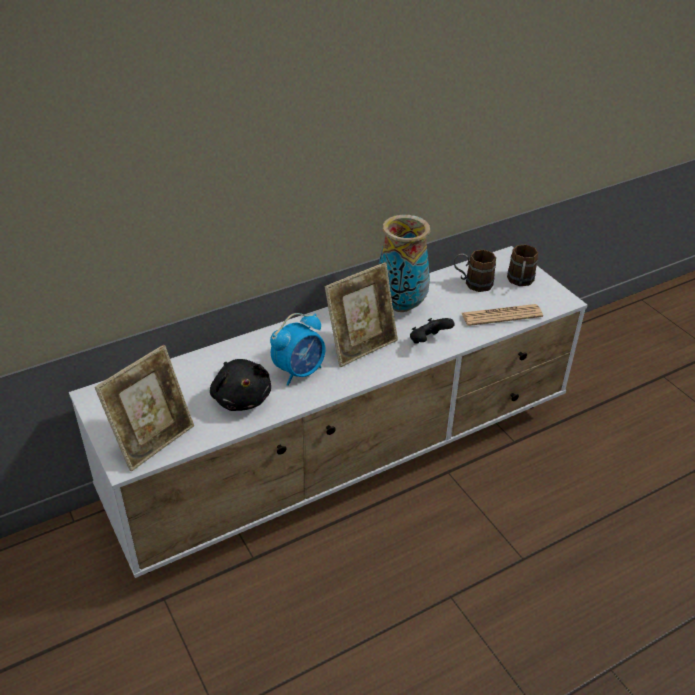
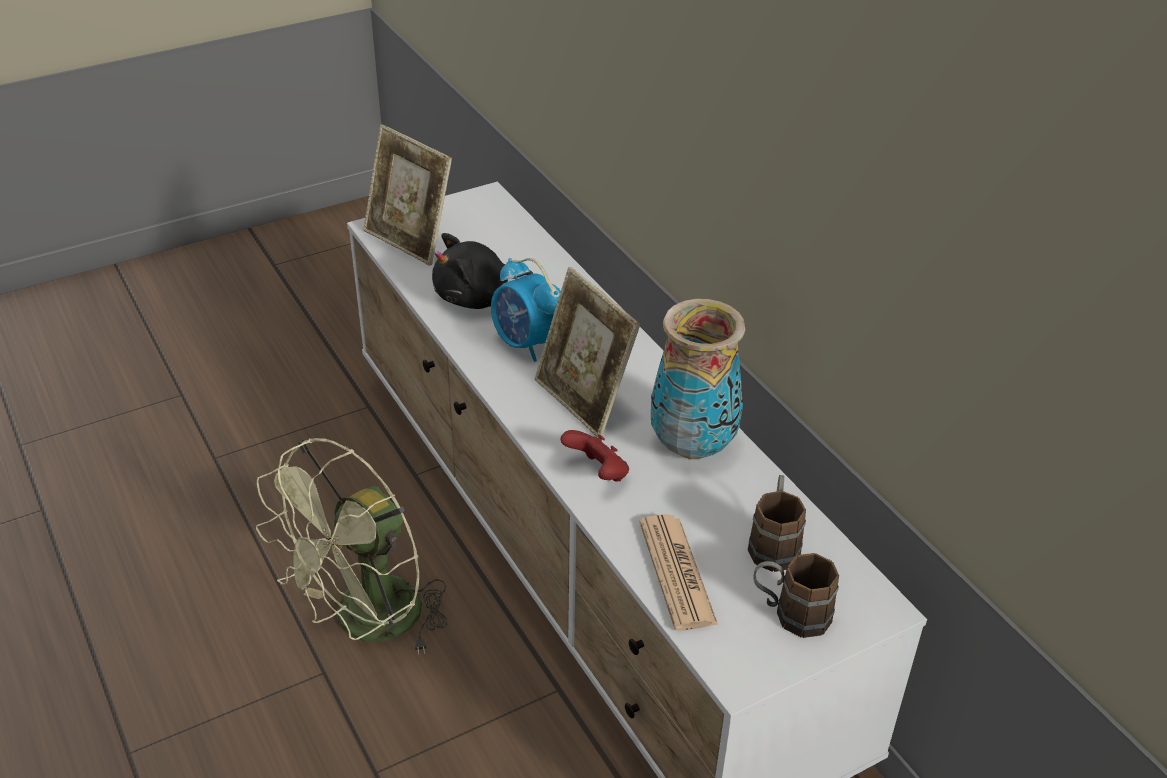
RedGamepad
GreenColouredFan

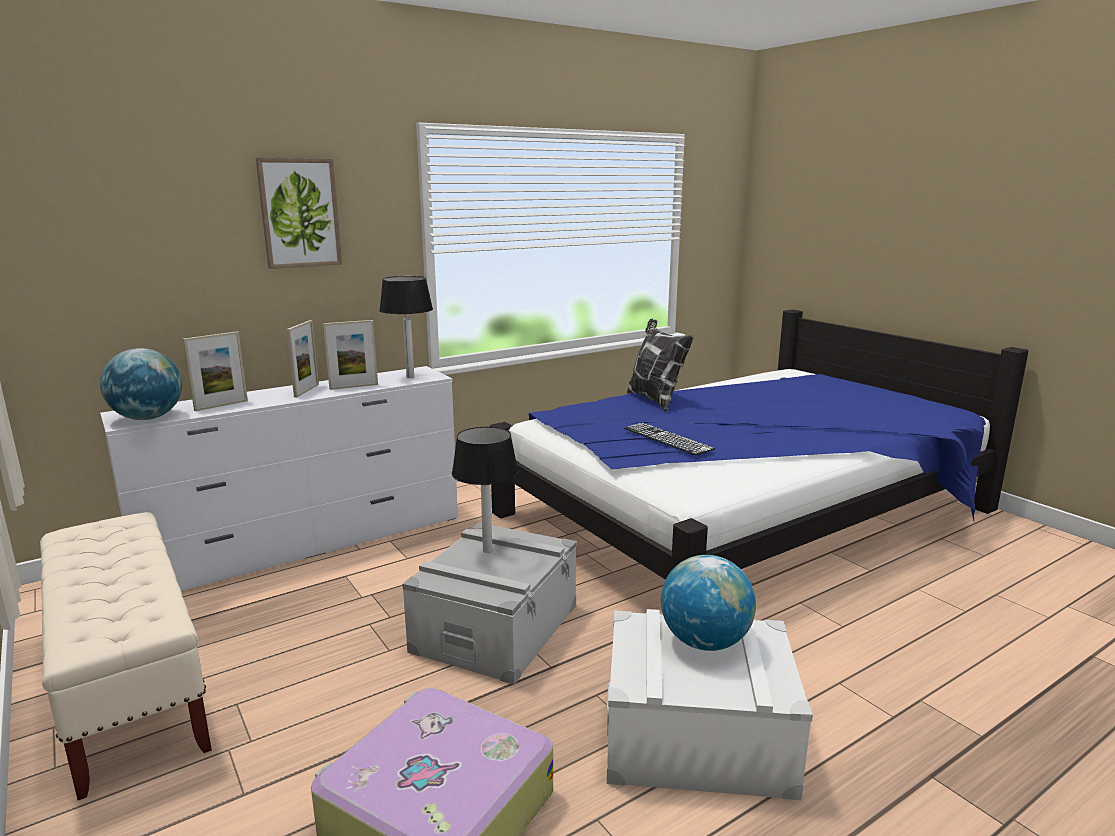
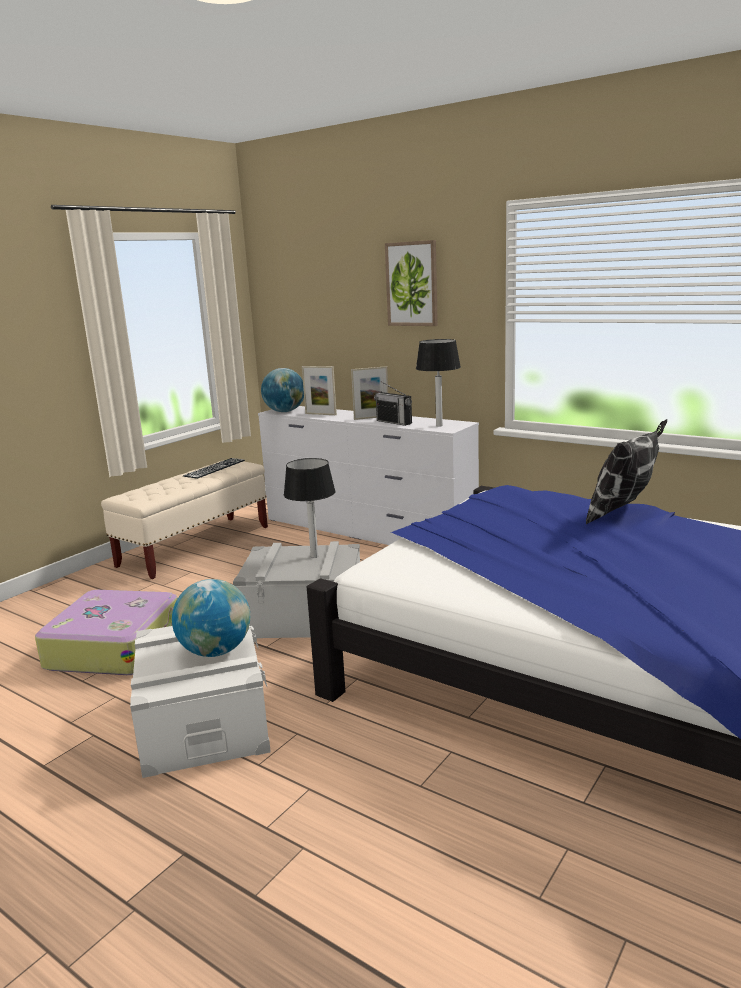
RadioSet
Keyboard

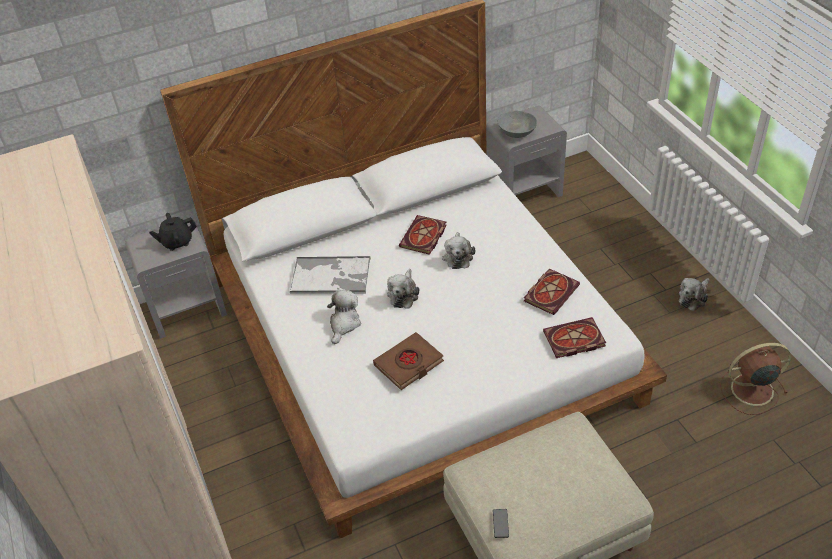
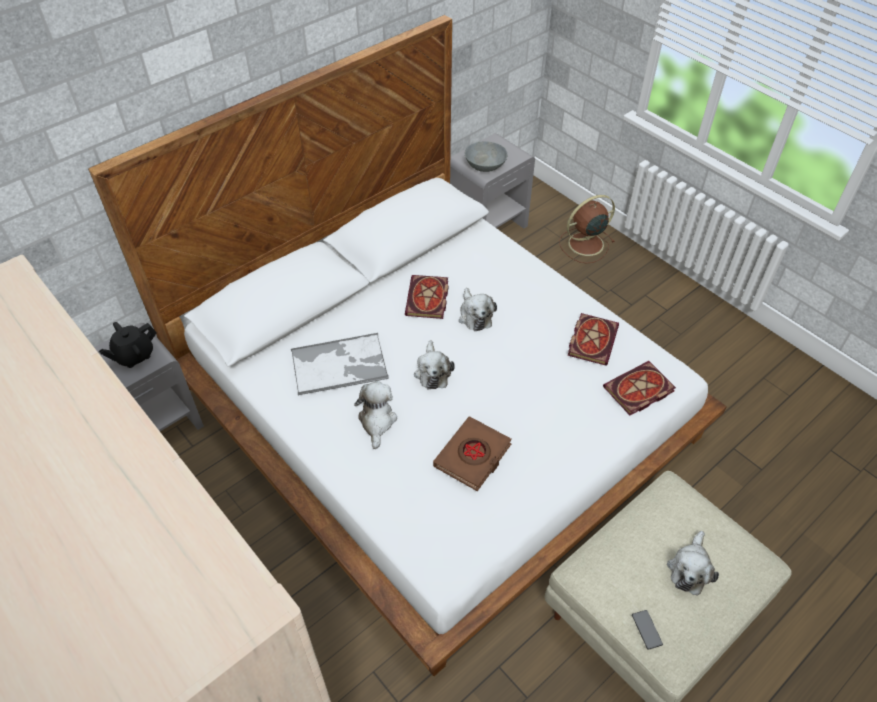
CuddlyToy (no. 4 from left)
BrownFan

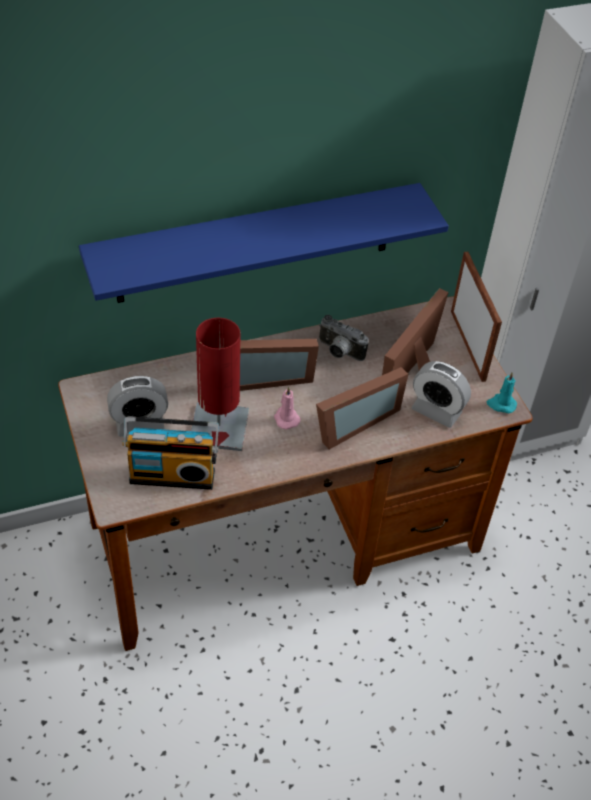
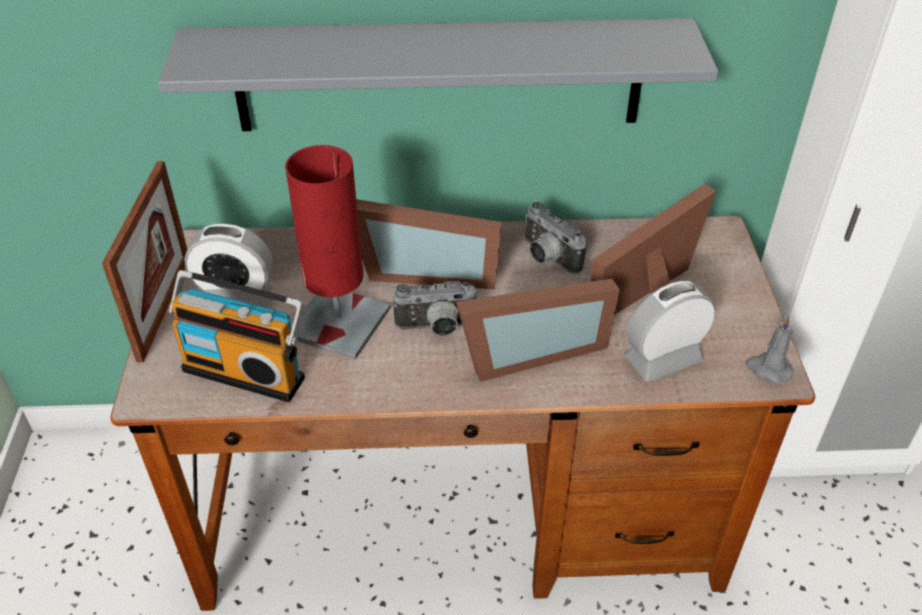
GrayShelf
StillCamera (no. 1 from left)
TableClock (no. 2 from left)
PhotoFrame (no. 1 from left)
GrayCandle

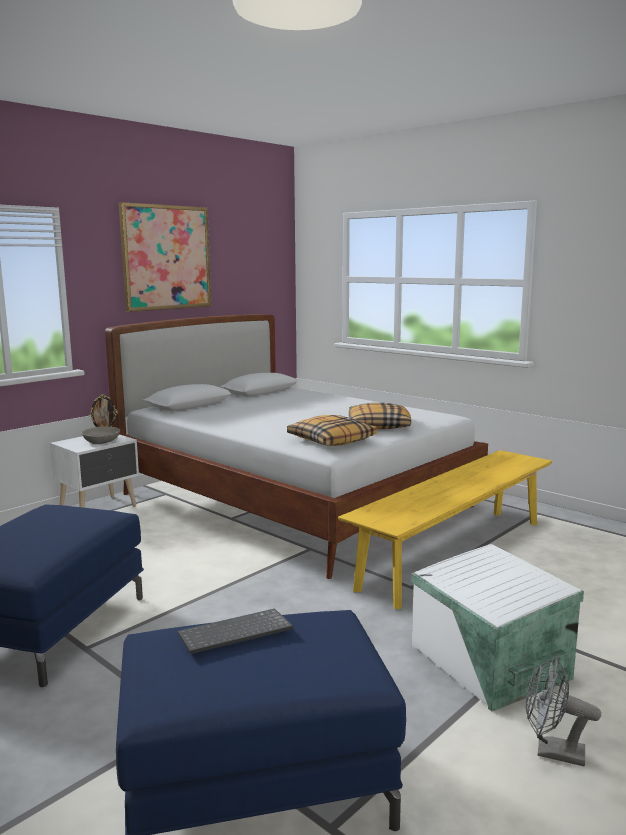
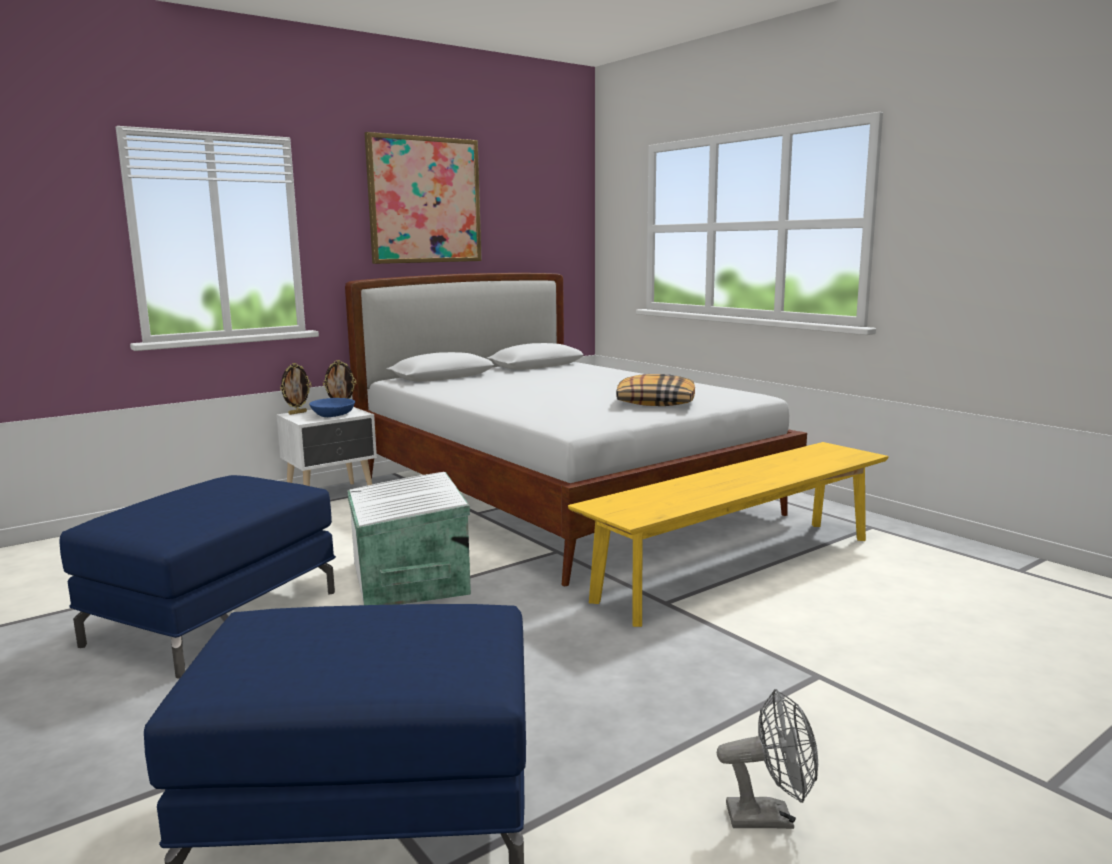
BluishDeepDish
Keyboard
ThrowPillow (no. 1 from left in the first image)
WhiteColouredStorageBox
GrayFan
PhotoFrame (no. 1 from left)

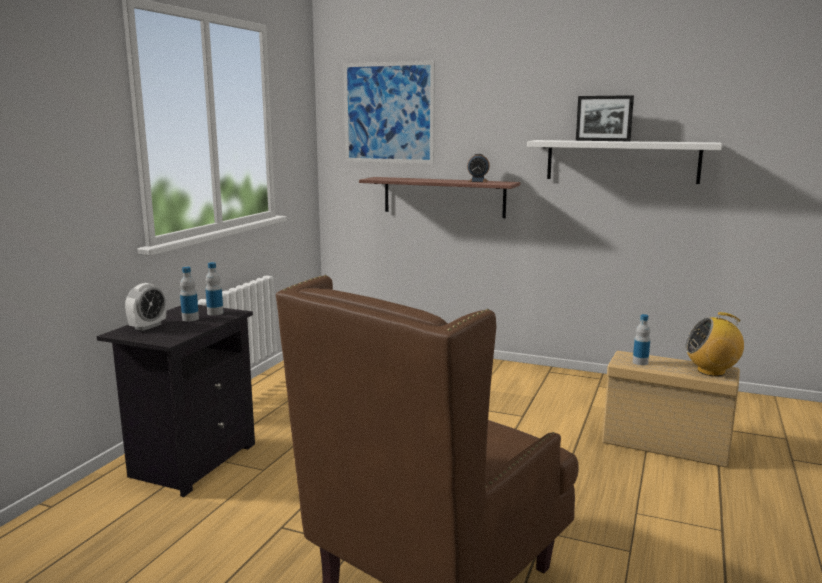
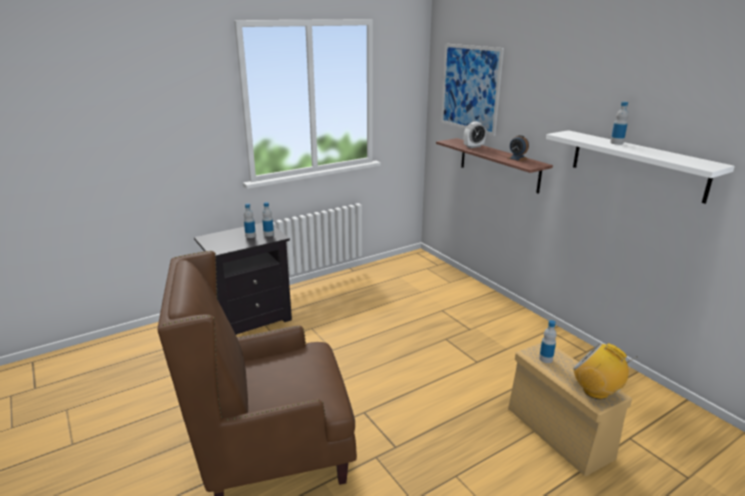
TableClock (no. 1 from left)
BeverageBottle (no. 4 from left)

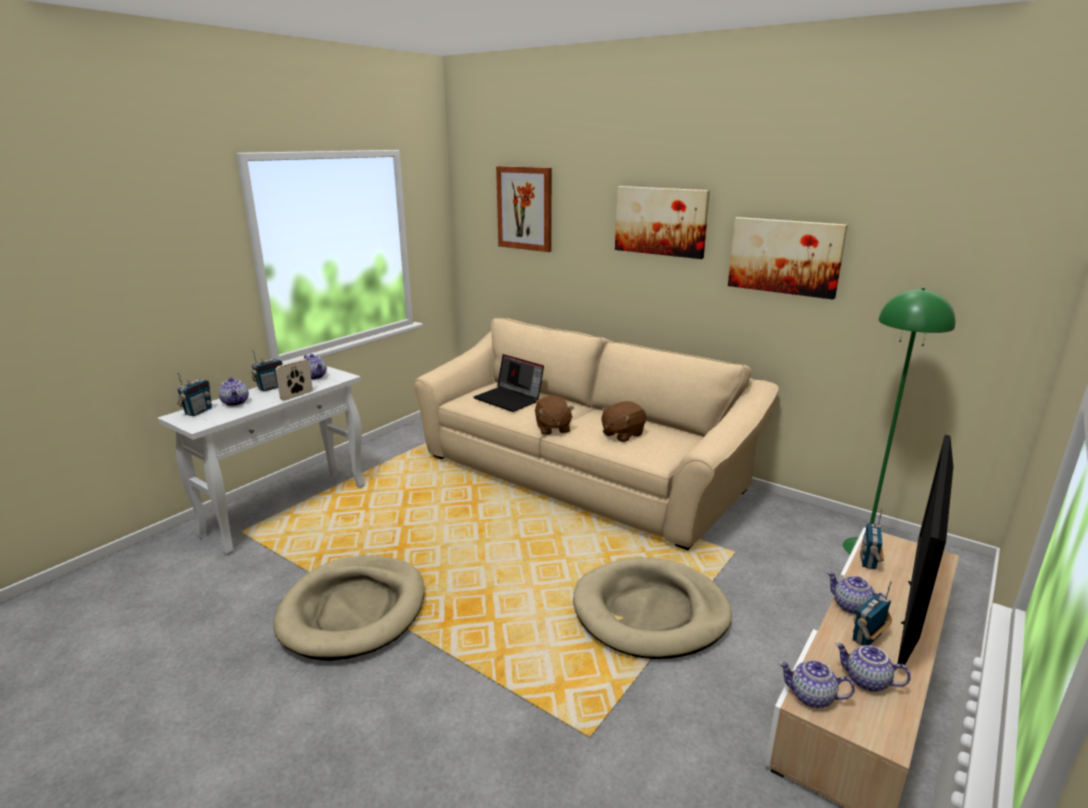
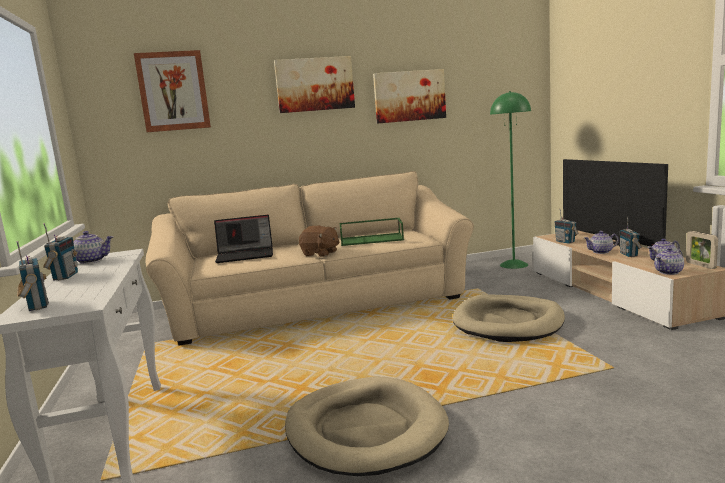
PotForTea (no. 1 from left in the first image)
PhotoFrame
GreenColouredServingTray

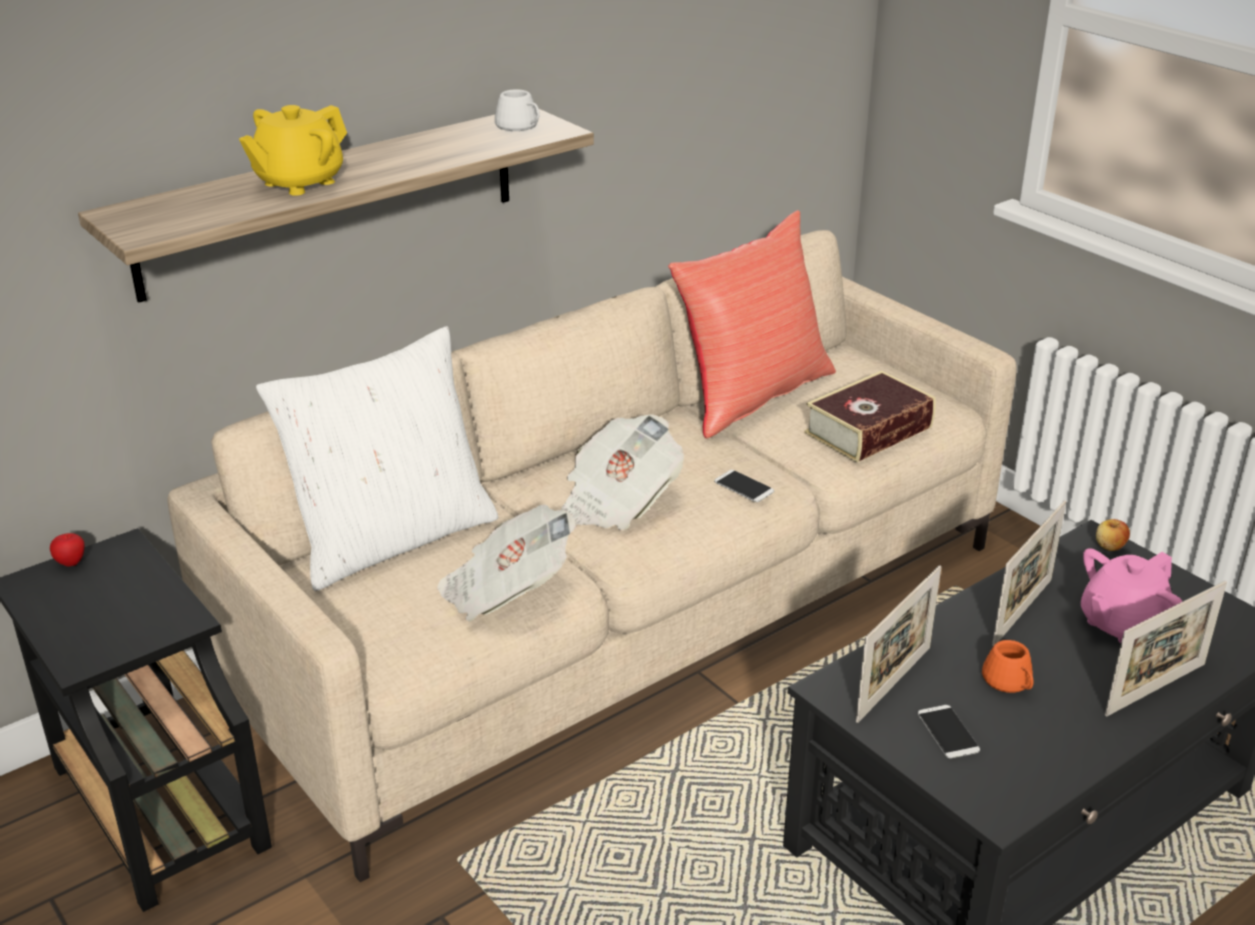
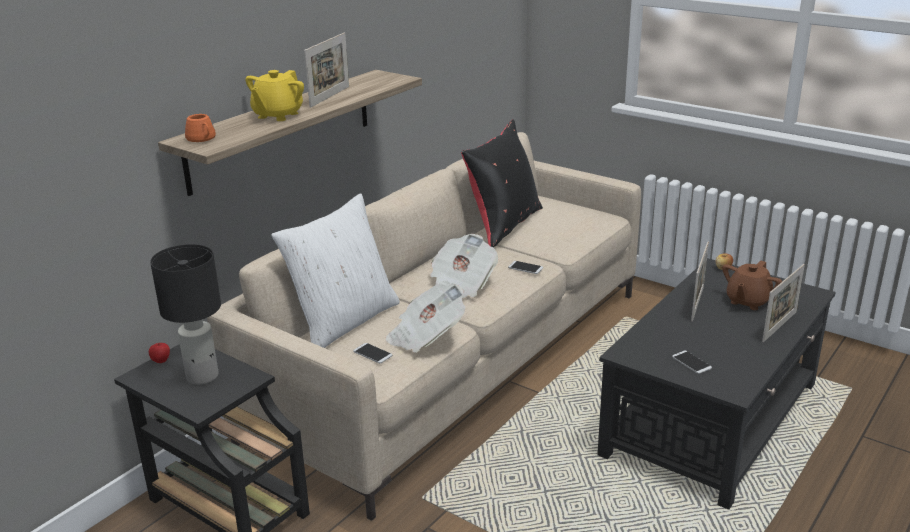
WhiteColouredCoffeeMug
BlackColouredThrowPillow
BoundBook
PhotoFrame (no. 1 from left)
OrangeCoffeeMug
BrownPotForTea
BlackColouredTabletopLamp
Handset (no. 1 from left)

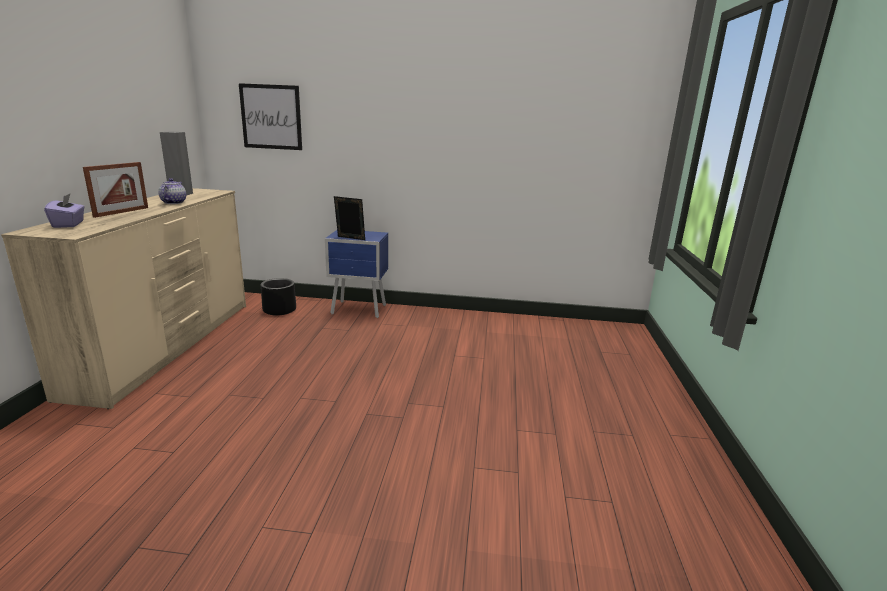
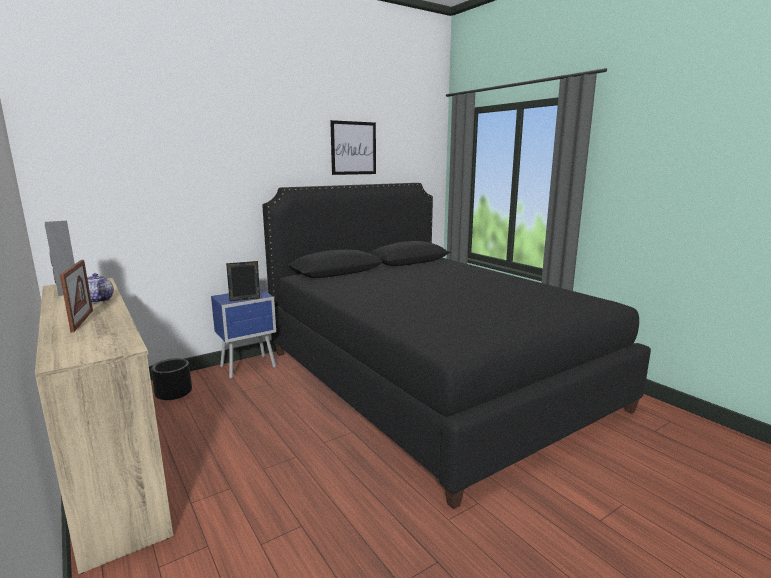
PurpleColouredTissueHolder
WallPicture
BlackColouredBed

